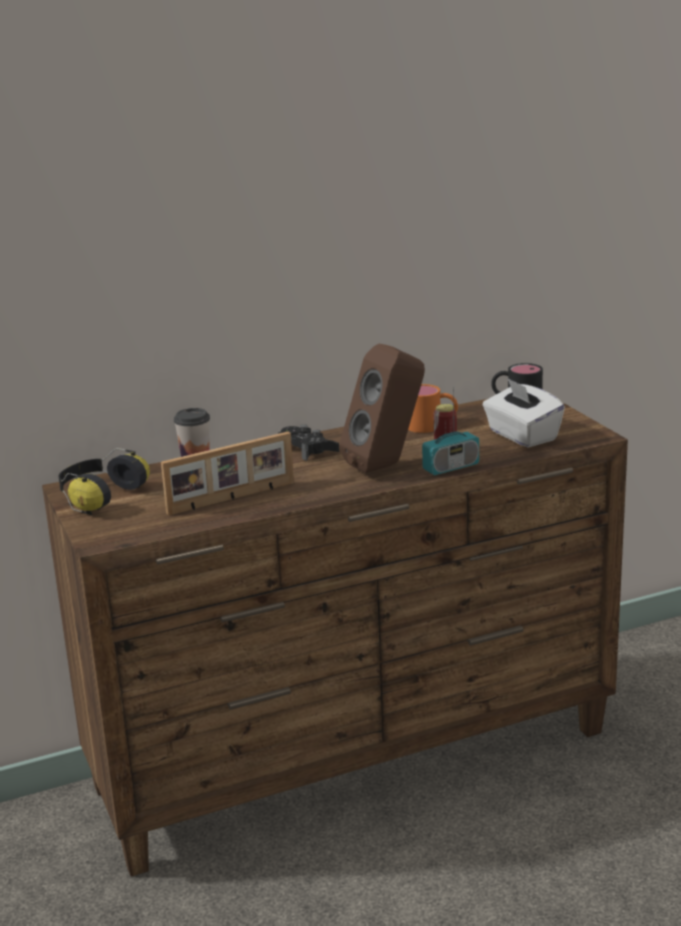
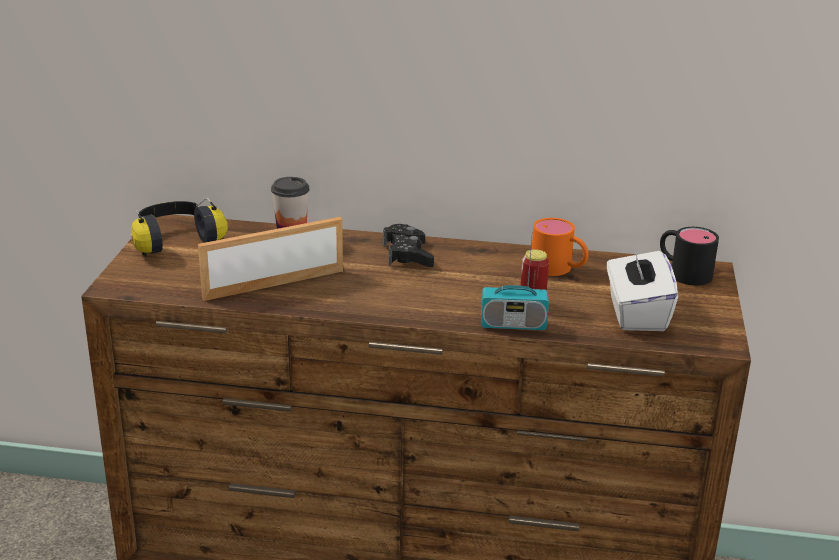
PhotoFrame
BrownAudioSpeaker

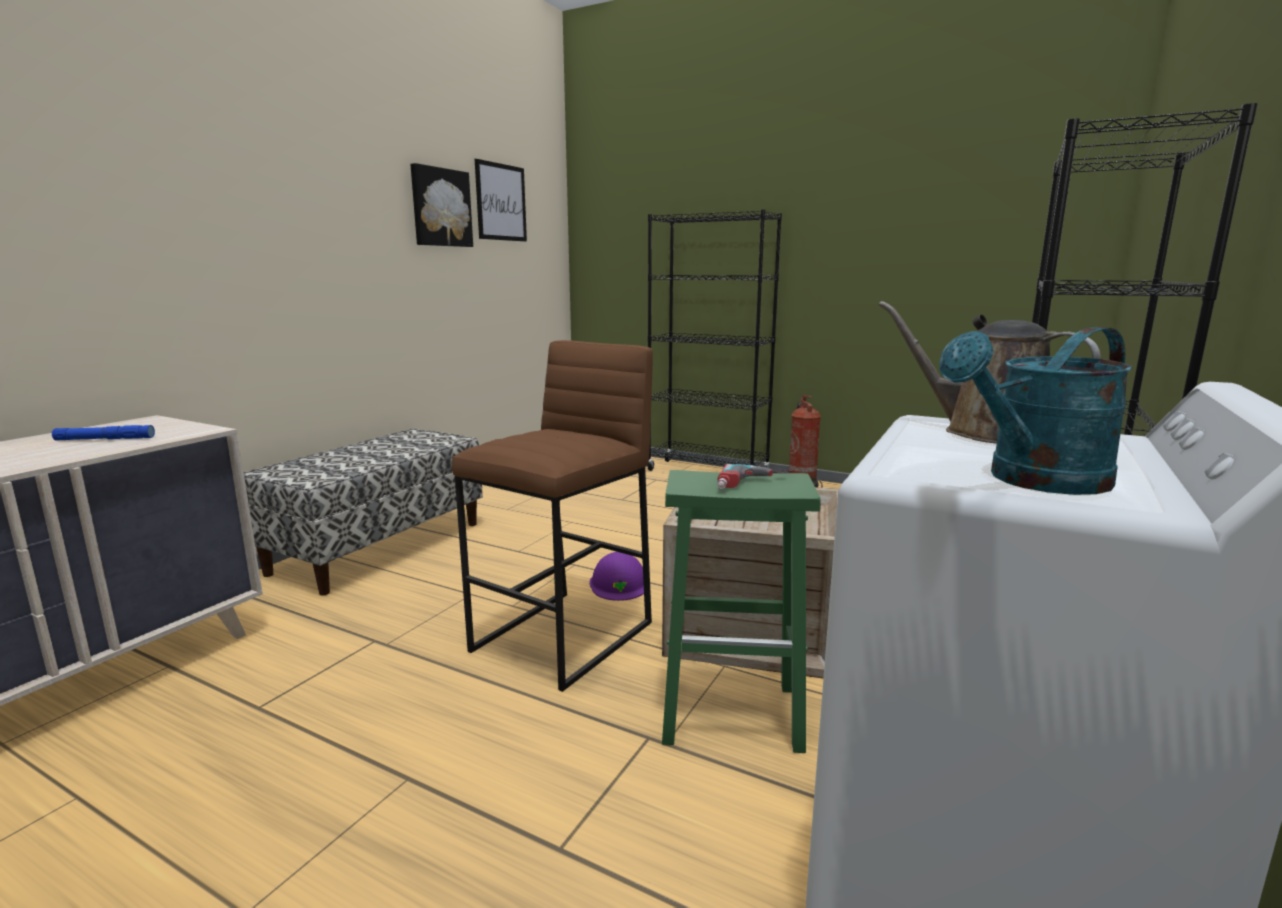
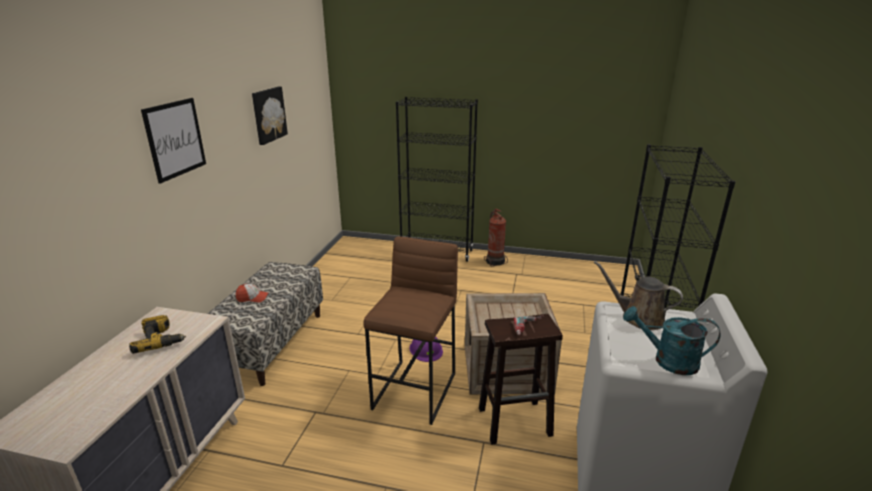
Drill (no. 1 from left)
WallPicture (no. 1 from left)
BrownStool (no. 2 from left)
TurquoiseSprinklingCan
BaseballCap

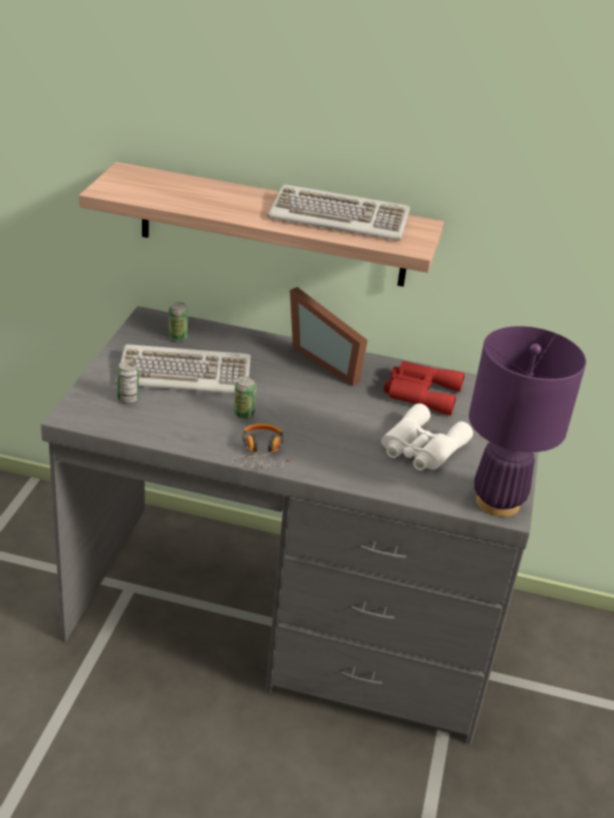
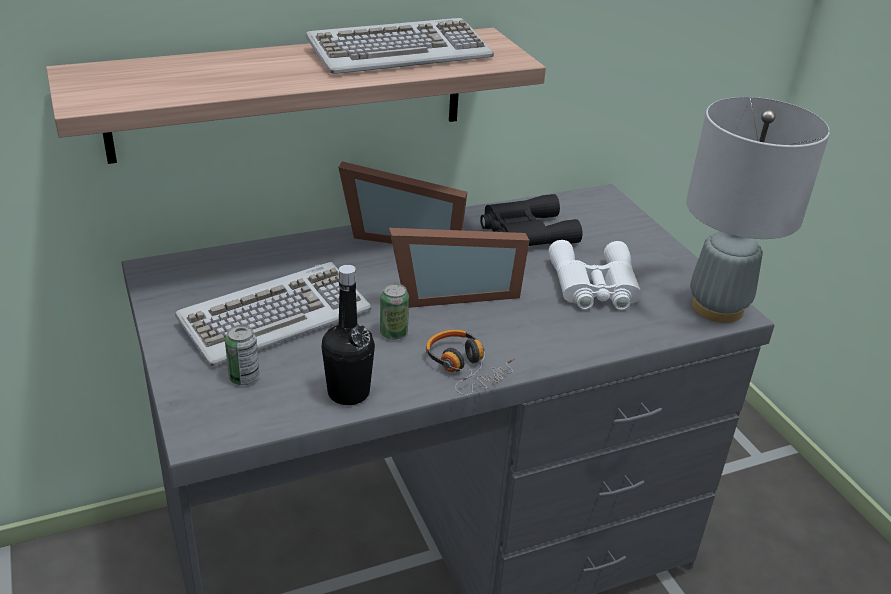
Can (no. 2 from left in the first image)
BlackColouredBinoculars
GrayTabletopLamp
BlackColouredBeverageBottle
PhotoFrame (no. 2 from left)

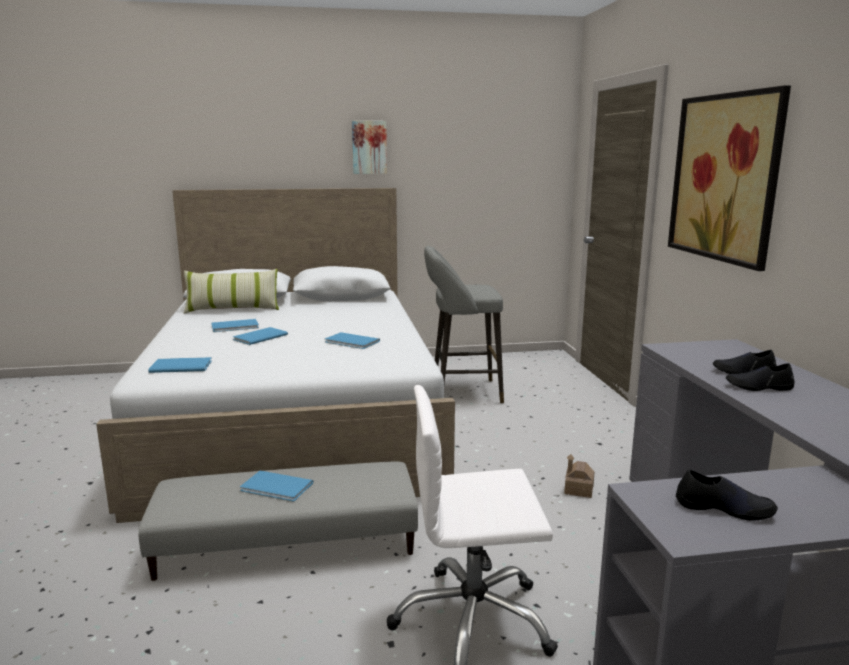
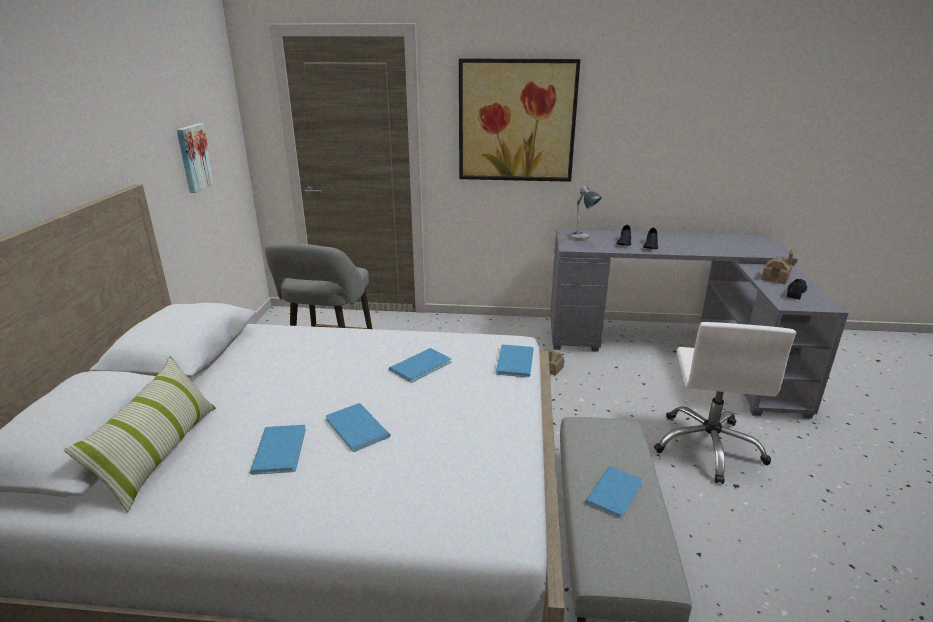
BluishBoundBook (no. 4 from left)
WallPicture (no. 1 from left)
TabletopLamp
ModelHouse (no. 2 from left)

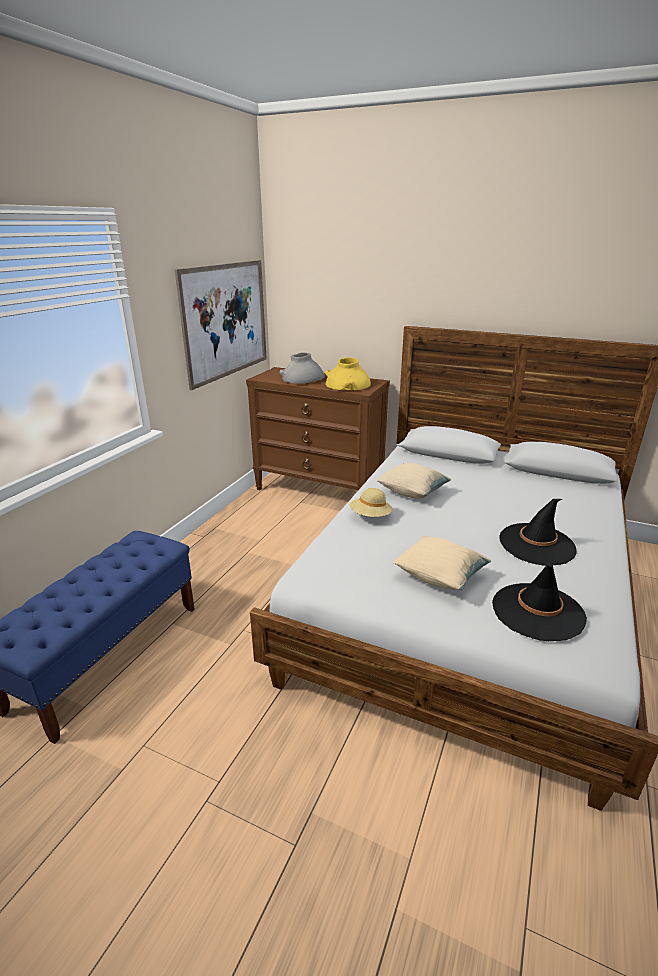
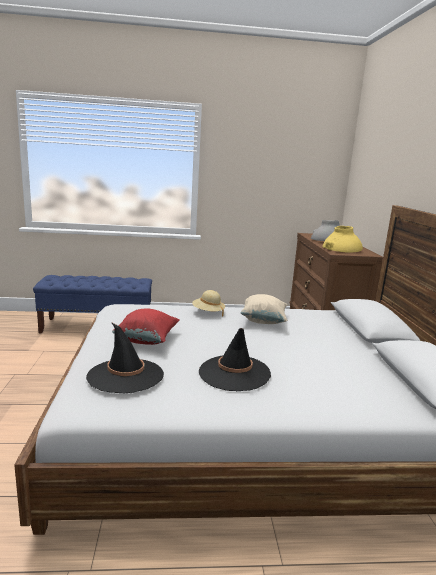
WallPicture
RedThrowPillow

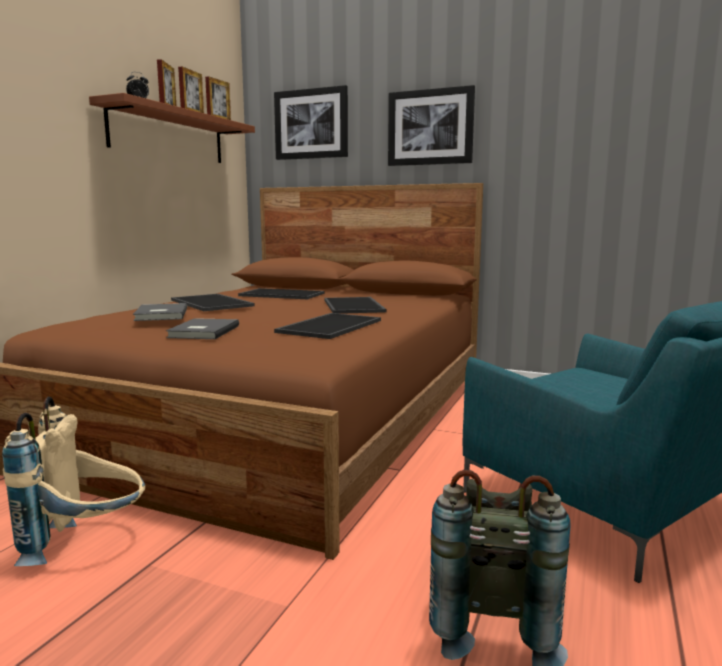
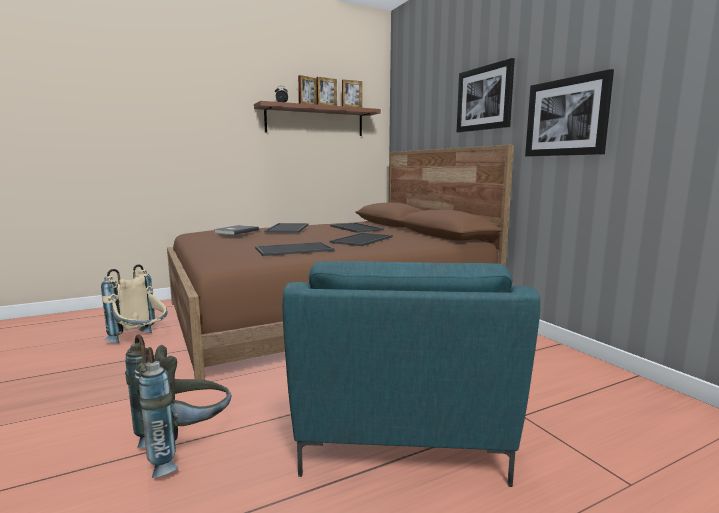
GrayBoundBook (no. 2 from left in the first image)
WallPicture (no. 2 from left)

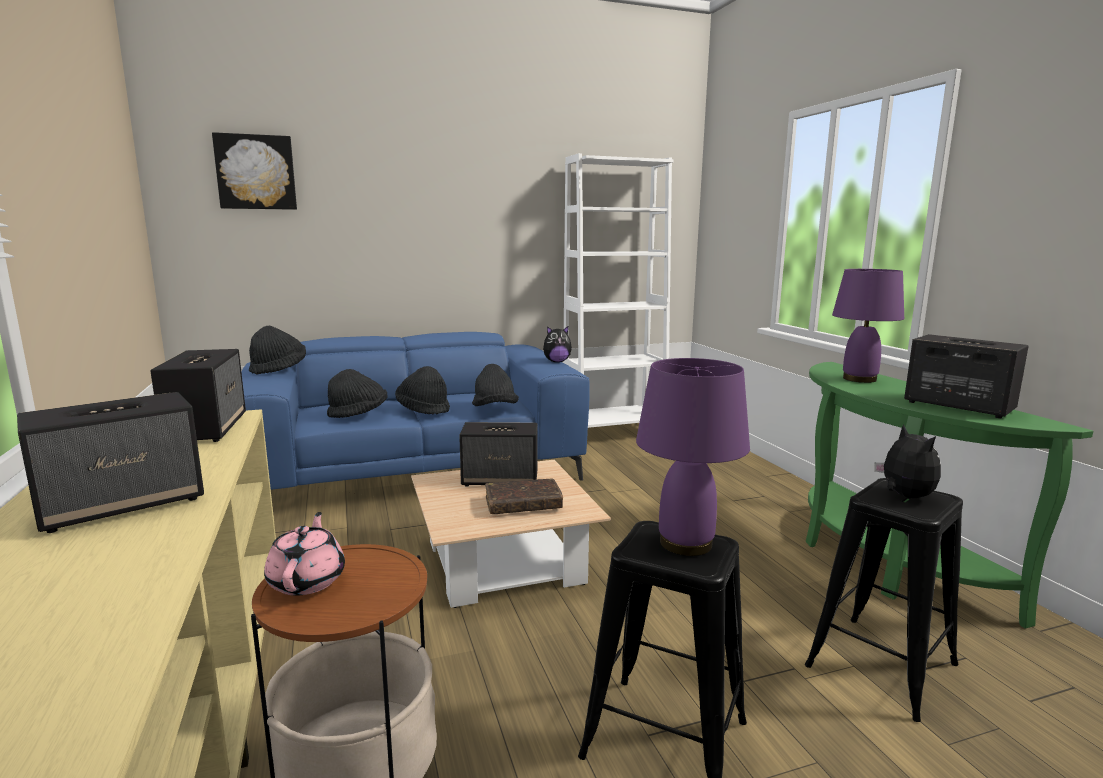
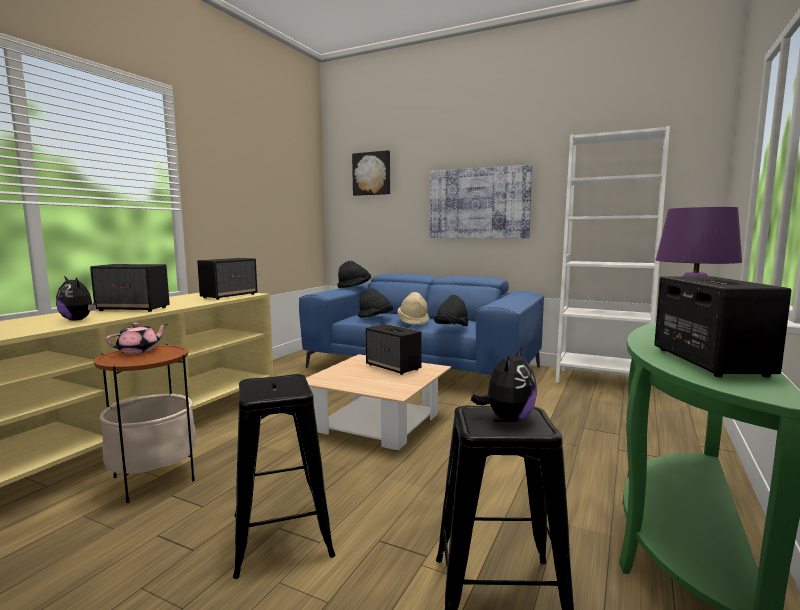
BeigeColouredHat
BrownBoundBook
CuddlyToy (no. 1 from left)
PurpleColouredTabletopLamp (no. 1 from left in the first image)
WallPicture (no. 2 from left)

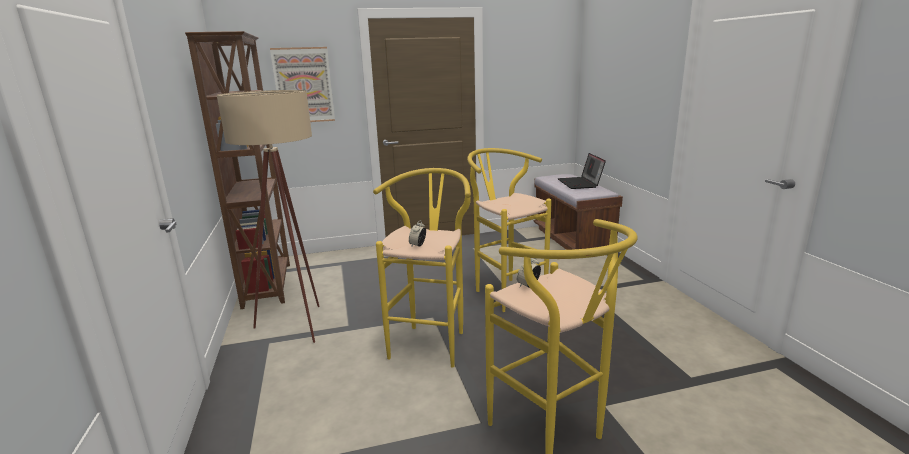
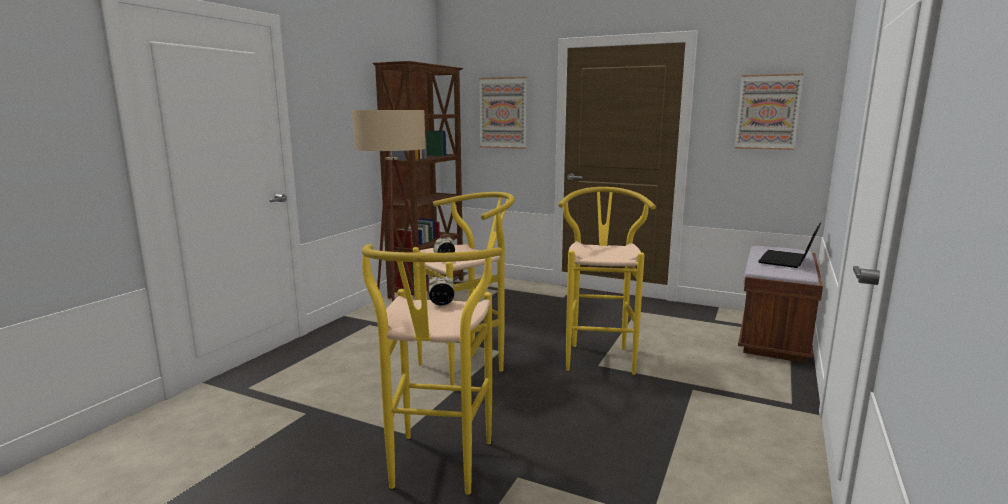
WallPicture (no. 2 from left)

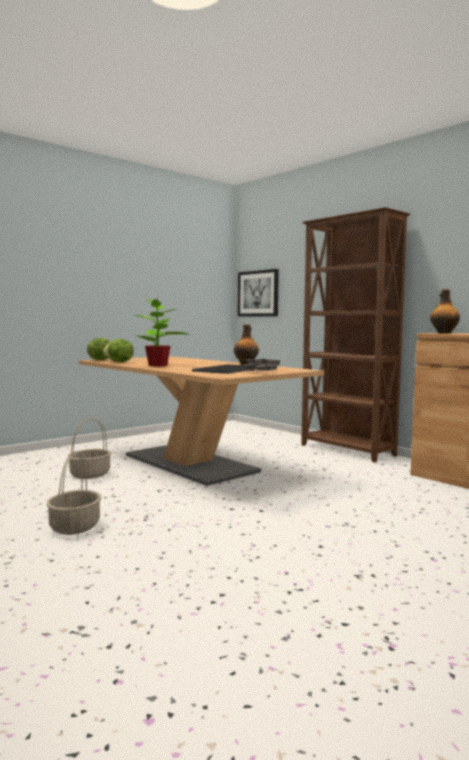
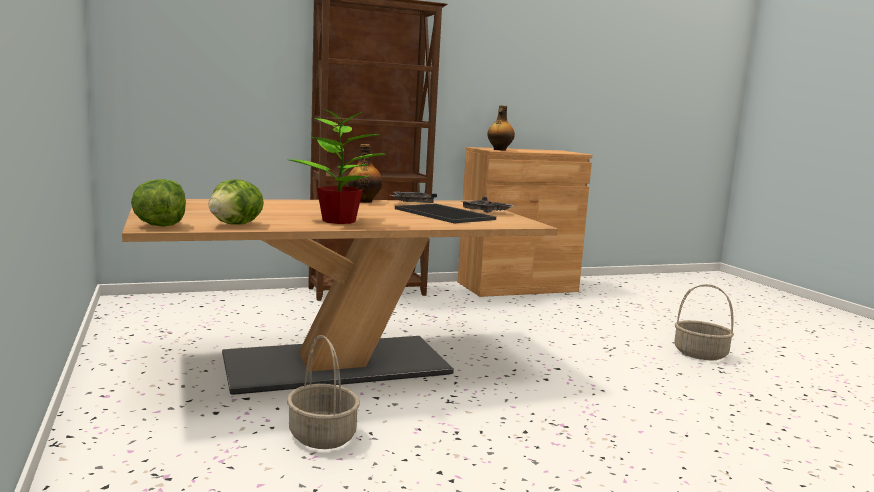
Basket (no. 2 from left)
WallPicture

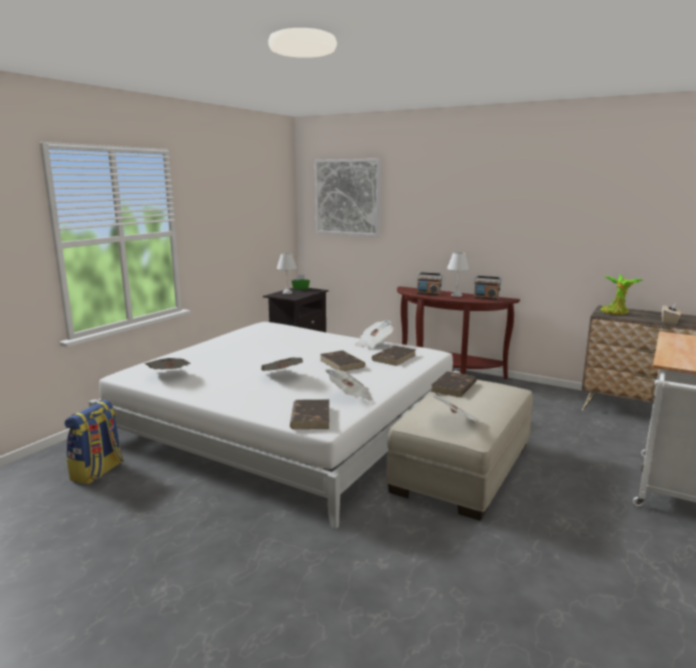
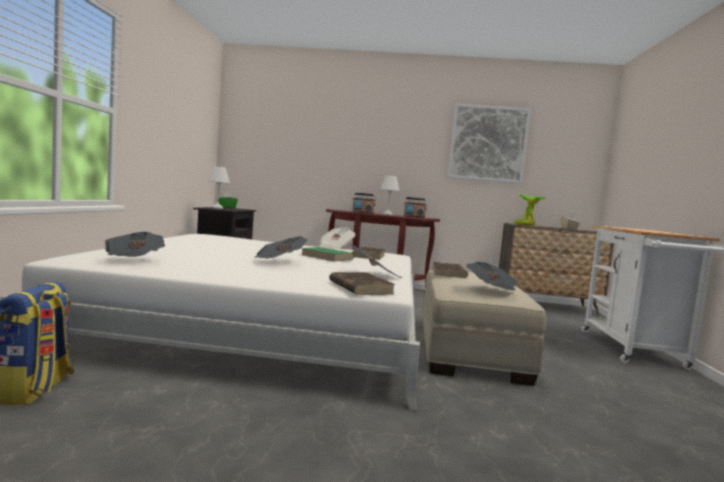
WallPicture
GreenColouredBoundBook

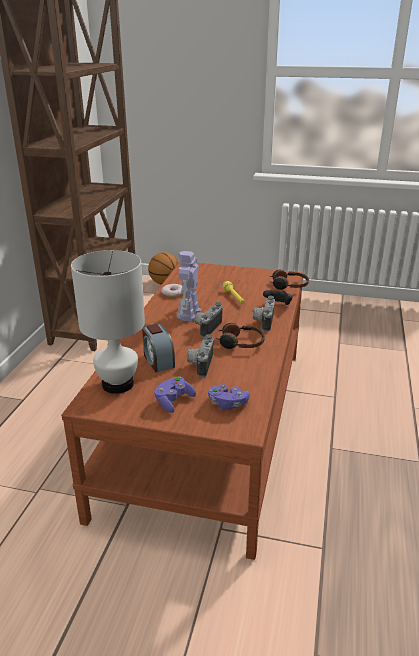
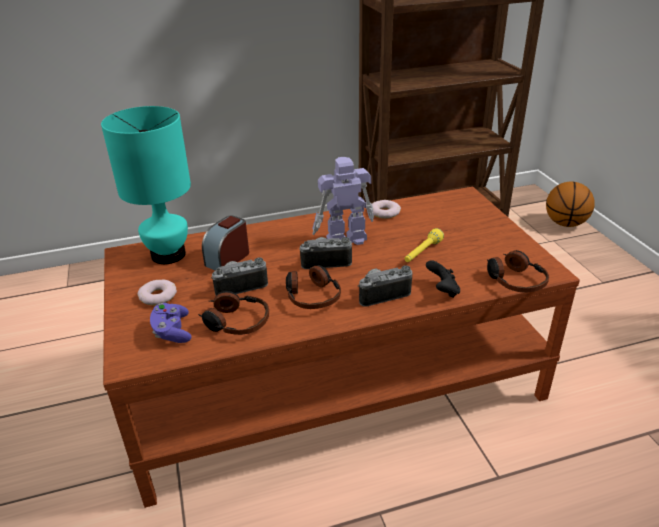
TurquoiseTabletopLamp
Doughnut (no. 1 from left)
Headset (no. 1 from left)

